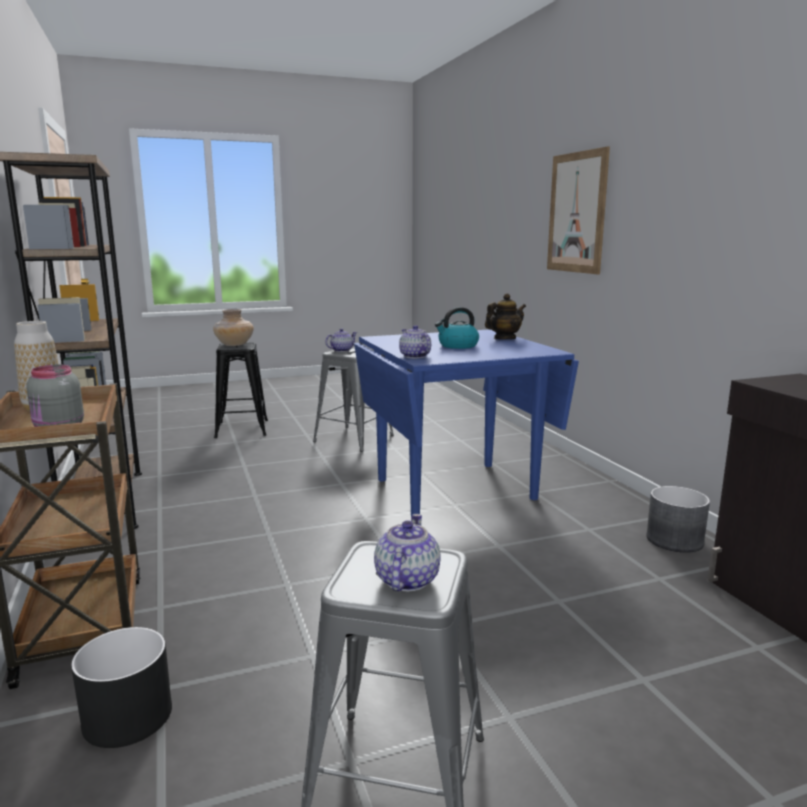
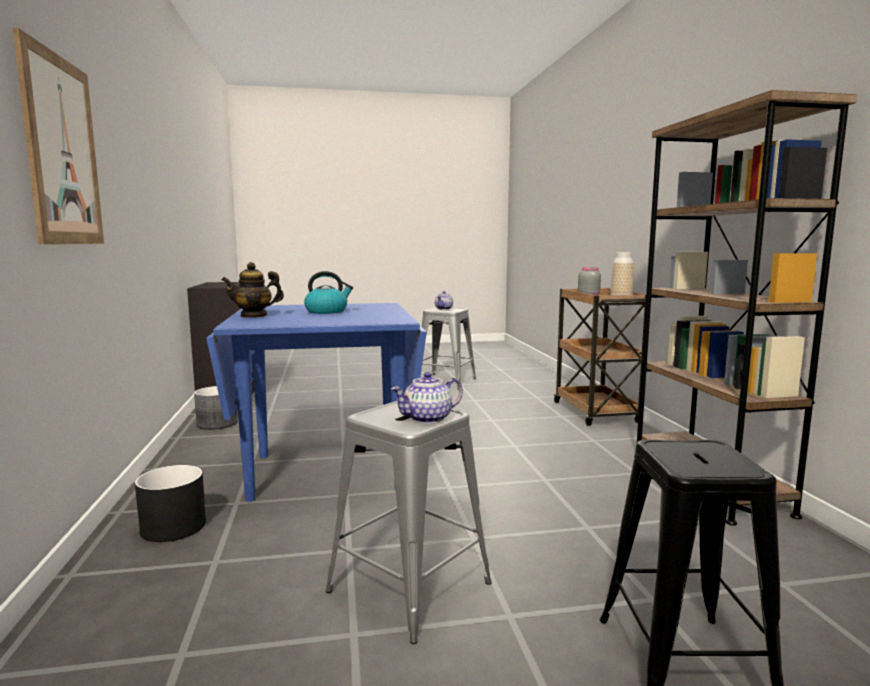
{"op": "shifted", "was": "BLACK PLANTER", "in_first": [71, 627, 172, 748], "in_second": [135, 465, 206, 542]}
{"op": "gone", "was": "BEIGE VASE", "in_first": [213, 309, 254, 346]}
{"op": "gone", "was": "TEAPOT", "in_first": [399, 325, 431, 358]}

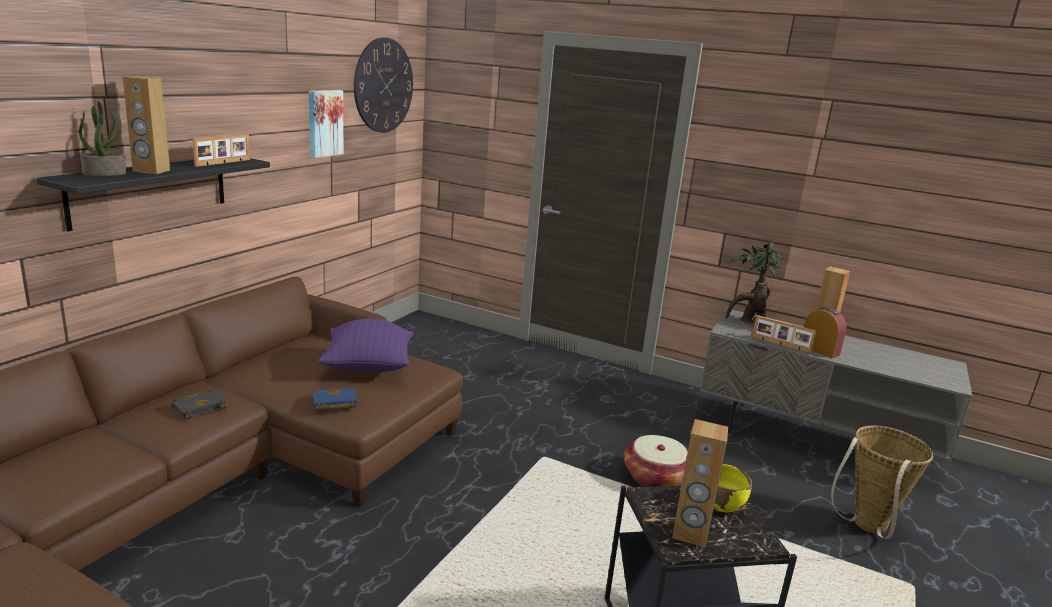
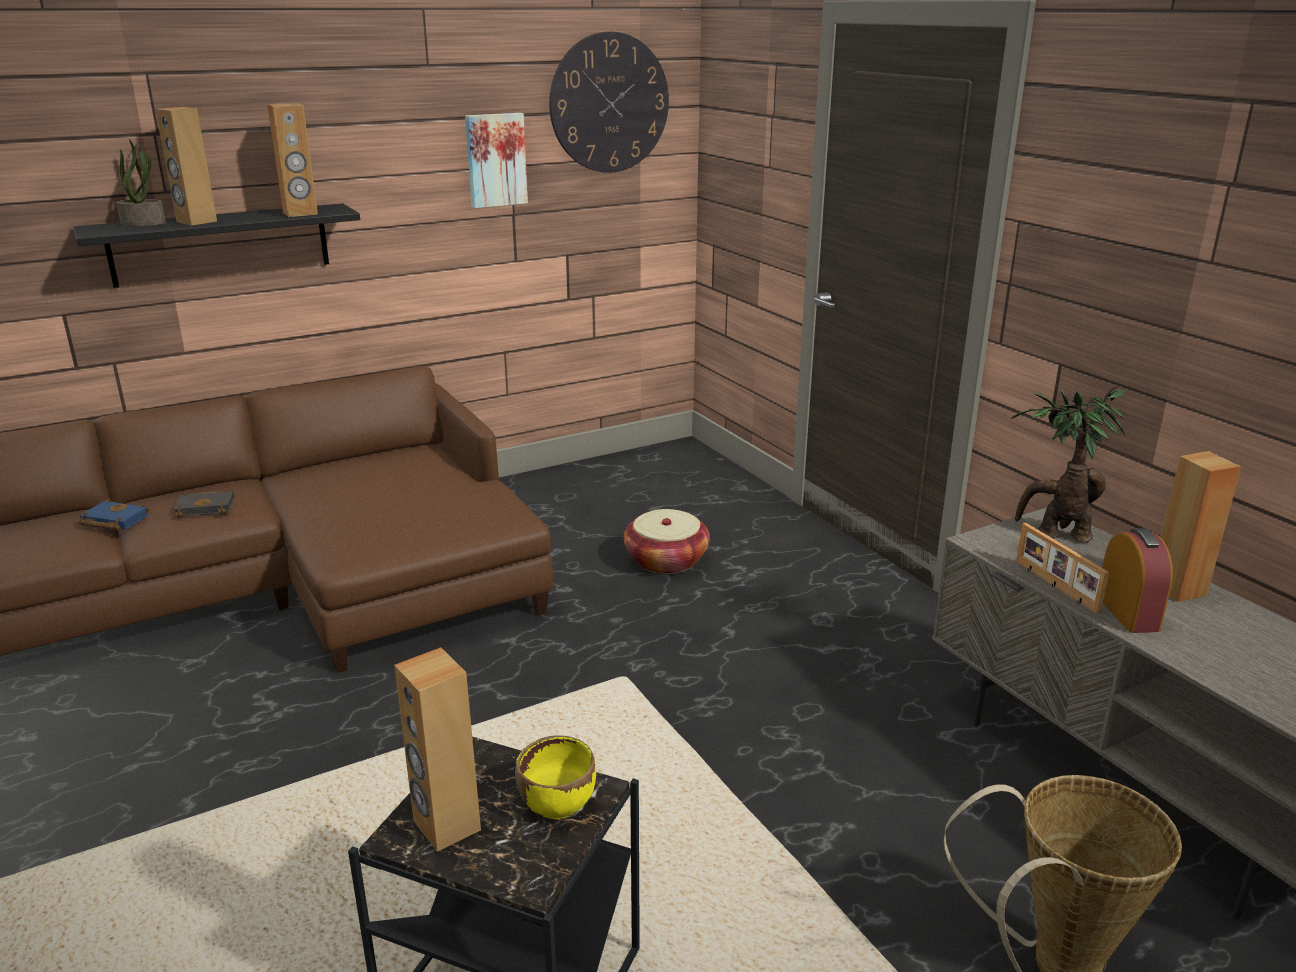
{"op": "swapped", "was": "PICTURE FRAME", "now": "BROWN SPEAKER", "in_first": [193, 134, 250, 167], "in_second": [267, 103, 318, 217]}
{"op": "shifted", "was": "BLUE BOOK", "in_first": [313, 387, 357, 411], "in_second": [77, 499, 150, 531]}
{"op": "gone", "was": "PURPLE PILLOW", "in_first": [318, 318, 414, 372]}
{"op": "shifted", "was": "BASKET", "in_first": [624, 435, 688, 487], "in_second": [624, 509, 710, 574]}

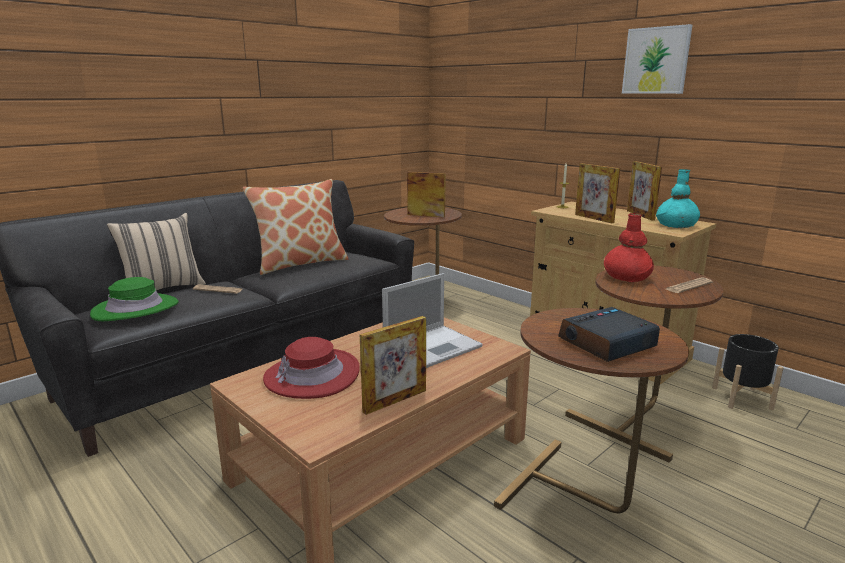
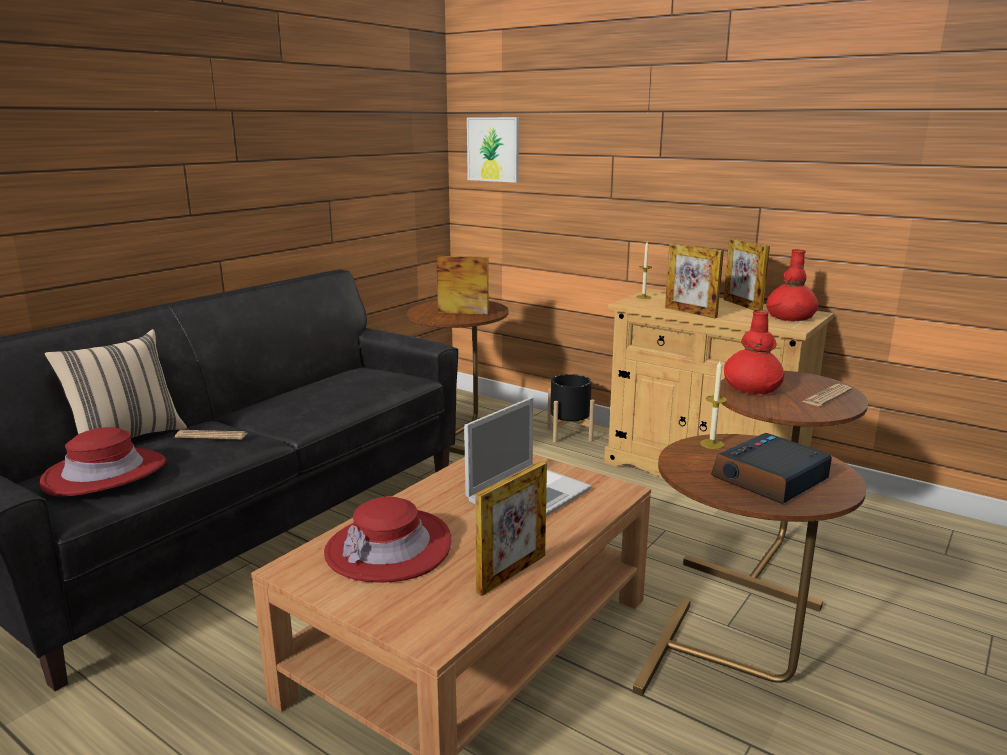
{"op": "repainted", "was": "GREEN HAT", "now": "RED HAT", "in_first": [90, 277, 179, 321], "in_second": [40, 427, 166, 497]}
{"op": "gone", "was": "PILLOW", "in_first": [243, 179, 349, 275]}
{"op": "shifted", "was": "PICTURE", "in_first": [622, 24, 692, 94], "in_second": [467, 117, 519, 183]}
{"op": "repainted", "was": "TURQUOISE VASE", "now": "RED VASE", "in_first": [656, 169, 700, 228], "in_second": [766, 249, 818, 322]}
{"op": "shifted", "was": "BLACK PLANTER", "in_first": [712, 334, 783, 410], "in_second": [547, 374, 595, 443]}
{"op": "new", "now": "CANDLE", "in_second": [700, 361, 727, 449]}

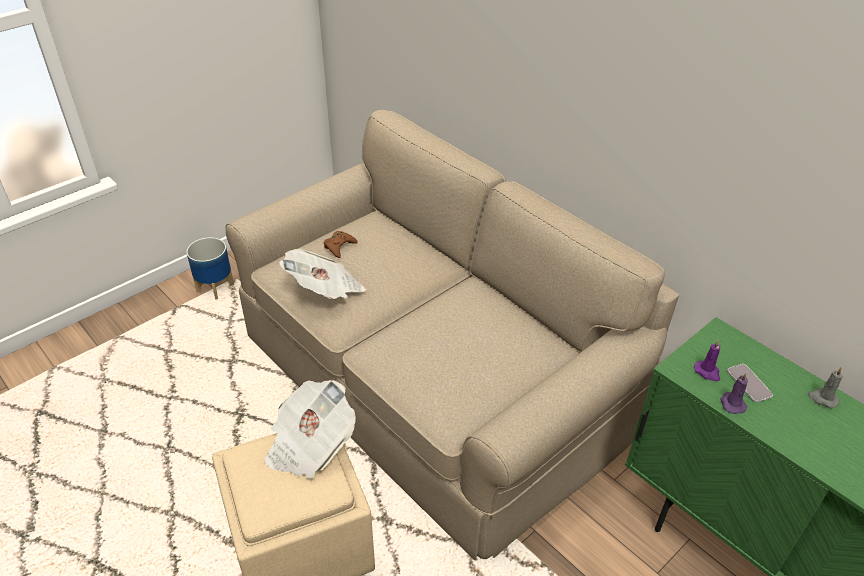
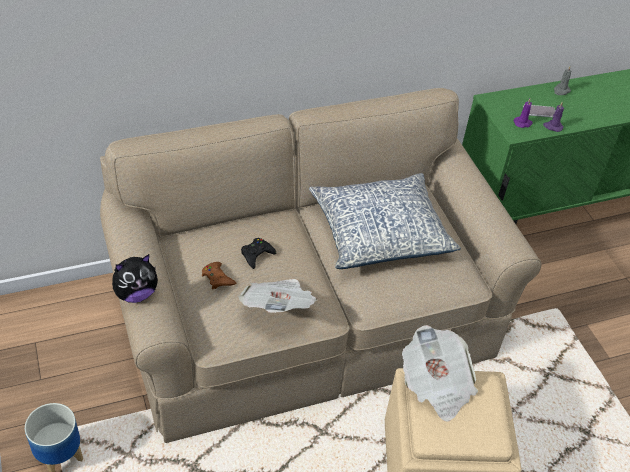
{"op": "new", "now": "PLUSH TOY", "in_second": [112, 254, 158, 303]}
{"op": "new", "now": "BLACK GAME CONTROLLER", "in_second": [241, 238, 276, 269]}
{"op": "new", "now": "PILLOW", "in_second": [309, 173, 461, 269]}

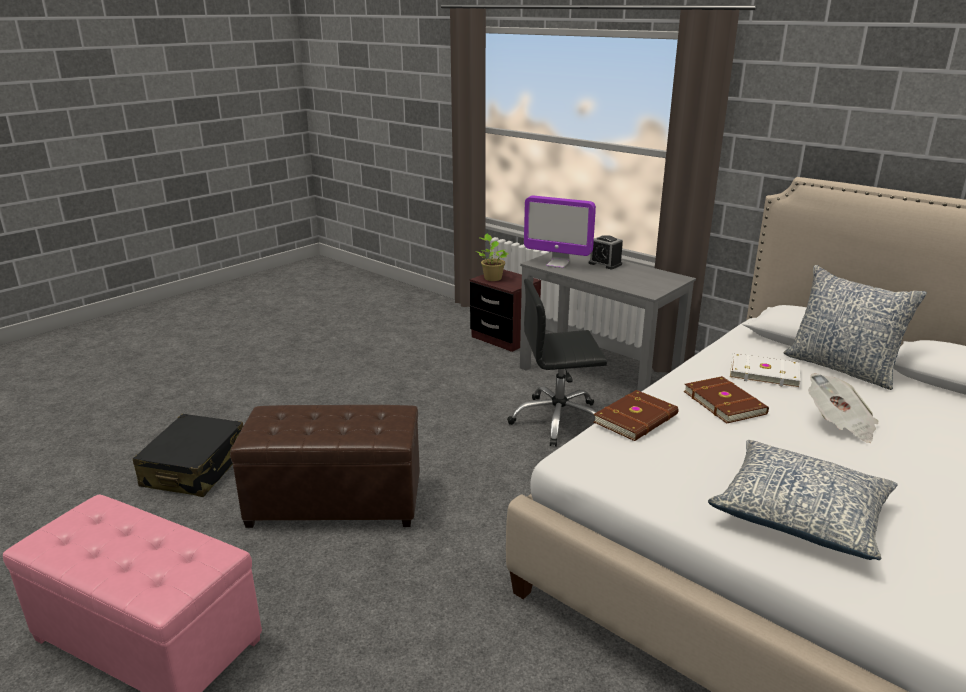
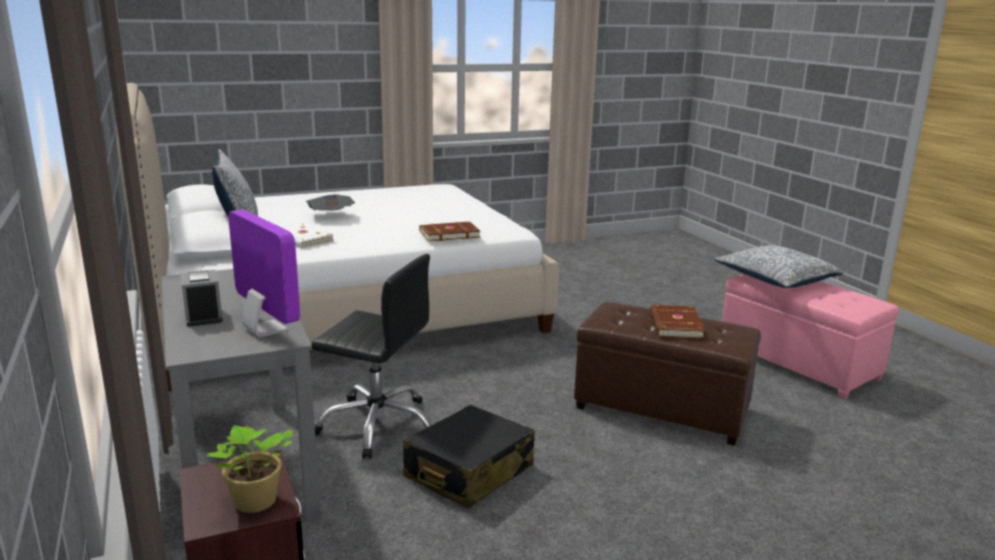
{"op": "shifted", "was": "BLACK SUITCASE", "in_first": [133, 414, 243, 497], "in_second": [403, 405, 535, 509]}
{"op": "shifted", "was": "BROWN BOOK", "in_first": [683, 376, 769, 424], "in_second": [650, 305, 705, 338]}
{"op": "shifted", "was": "PILLOW", "in_first": [708, 440, 898, 560], "in_second": [714, 245, 843, 288]}

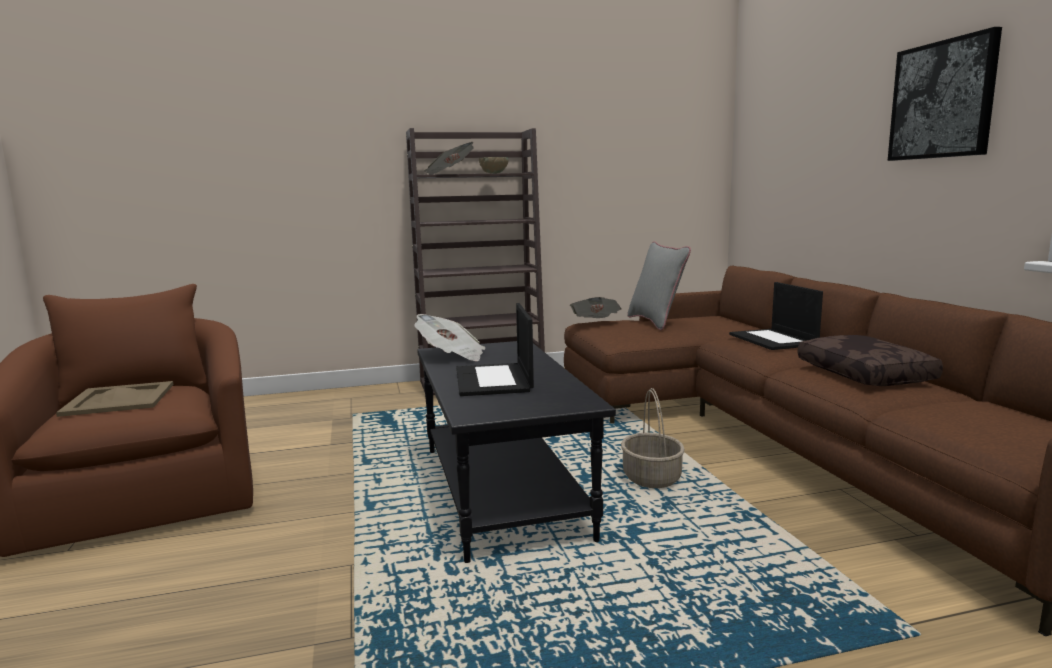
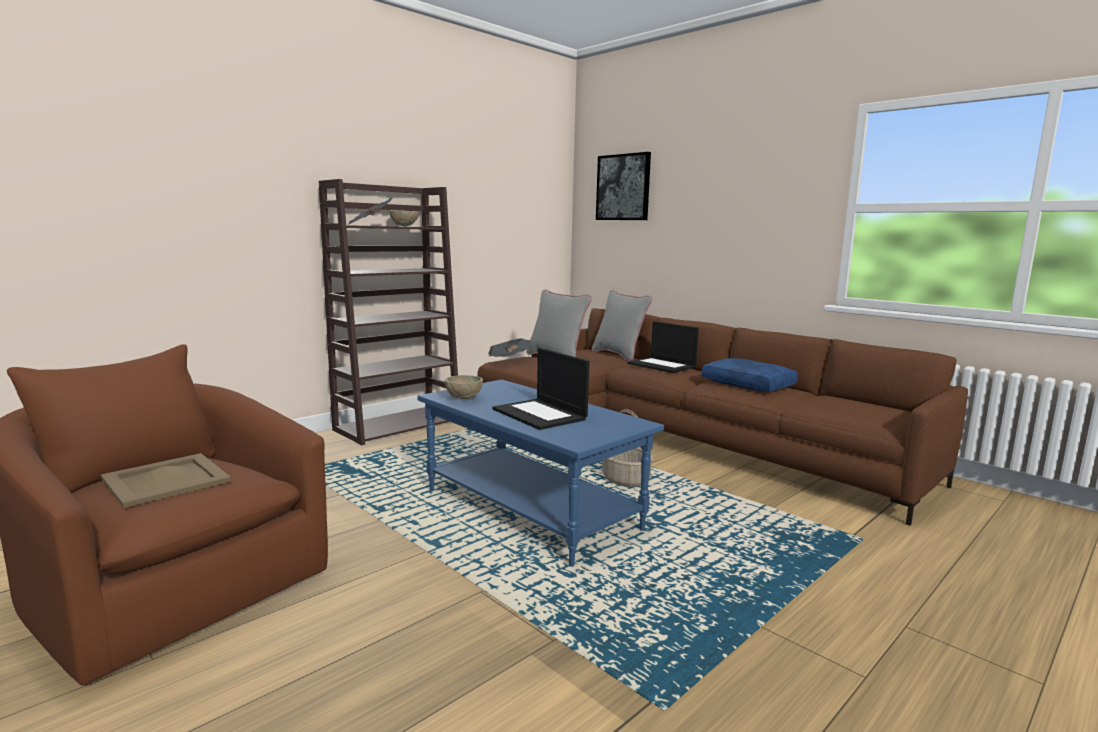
{"op": "swapped", "was": "NEWSPAPER", "now": "BEIGE BOWL", "in_first": [414, 314, 485, 361], "in_second": [445, 375, 483, 399]}
{"op": "repainted", "was": "BLACK COFFEE TABLE", "now": "BLUE COFFEE TABLE", "in_first": [417, 341, 616, 563], "in_second": [417, 379, 664, 567]}
{"op": "repainted", "was": "BROWN PILLOW", "now": "BLUE PILLOW", "in_first": [797, 335, 943, 386], "in_second": [702, 358, 798, 392]}
{"op": "shifted", "was": "PICTURE", "in_first": [888, 27, 1002, 161], "in_second": [596, 152, 651, 220]}
{"op": "new", "now": "GREY PILLOW", "in_second": [592, 290, 652, 361]}

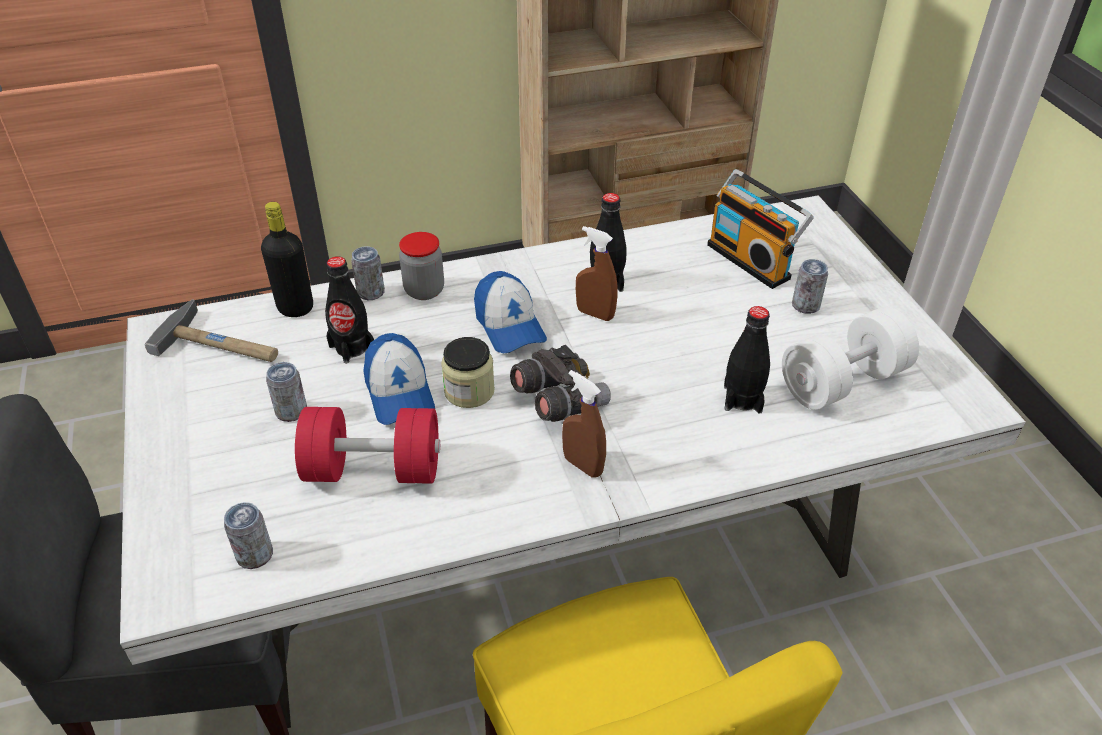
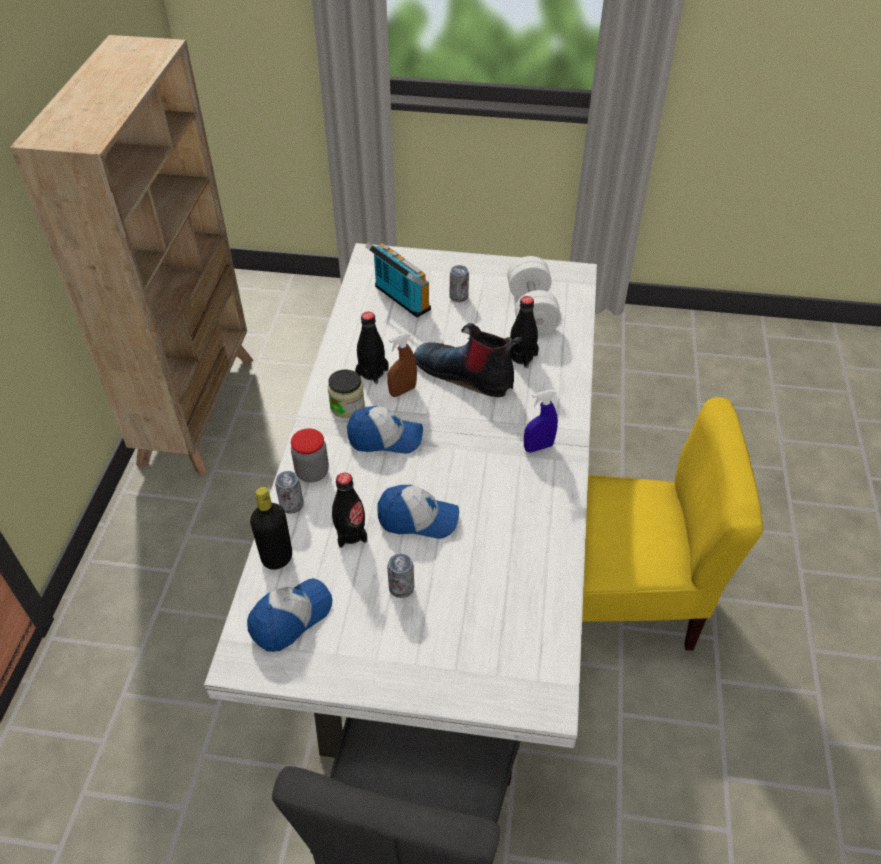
{"op": "swapped", "was": "HAMMER", "now": "CAP", "in_first": [144, 299, 278, 362], "in_second": [247, 578, 332, 652]}
{"op": "gone", "was": "CAN", "in_first": [224, 502, 273, 569]}
{"op": "gone", "was": "RED DUMBBELL", "in_first": [295, 407, 440, 484]}
{"op": "shifted", "was": "JAR", "in_first": [441, 337, 495, 408], "in_second": [328, 369, 365, 418]}
{"op": "gone", "was": "GREY BINOCULARS", "in_first": [510, 345, 611, 422]}
{"op": "repainted", "was": "BROWN SPRAY BOTTLE", "now": "BLUE SPRAY BOTTLE", "in_first": [562, 370, 606, 478], "in_second": [524, 389, 558, 453]}
{"op": "rotated", "was": "RADIO", "in_first": [707, 169, 814, 289], "in_second": [365, 243, 431, 318], "clockwise": -120}
{"op": "new", "now": "BOOT", "in_second": [414, 323, 522, 397]}

